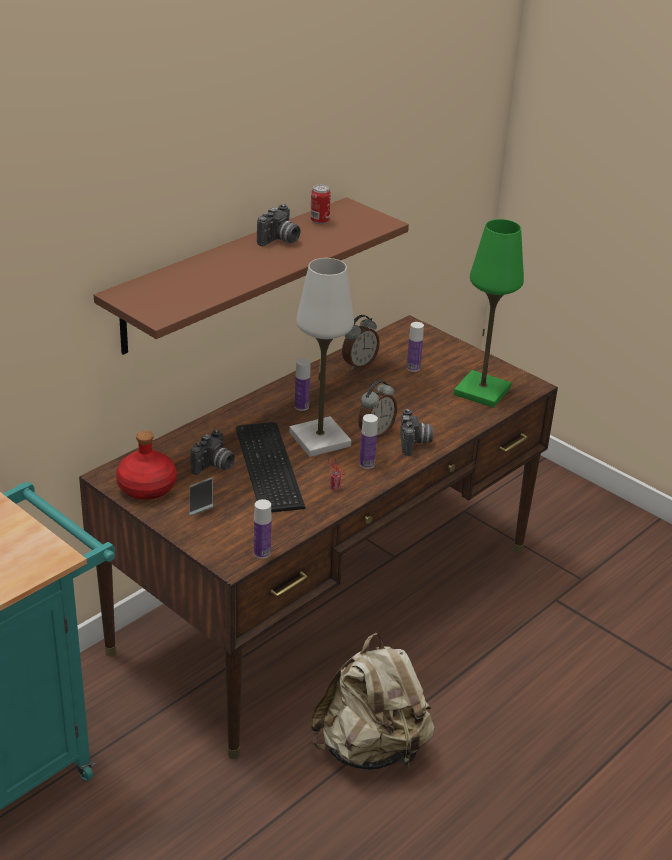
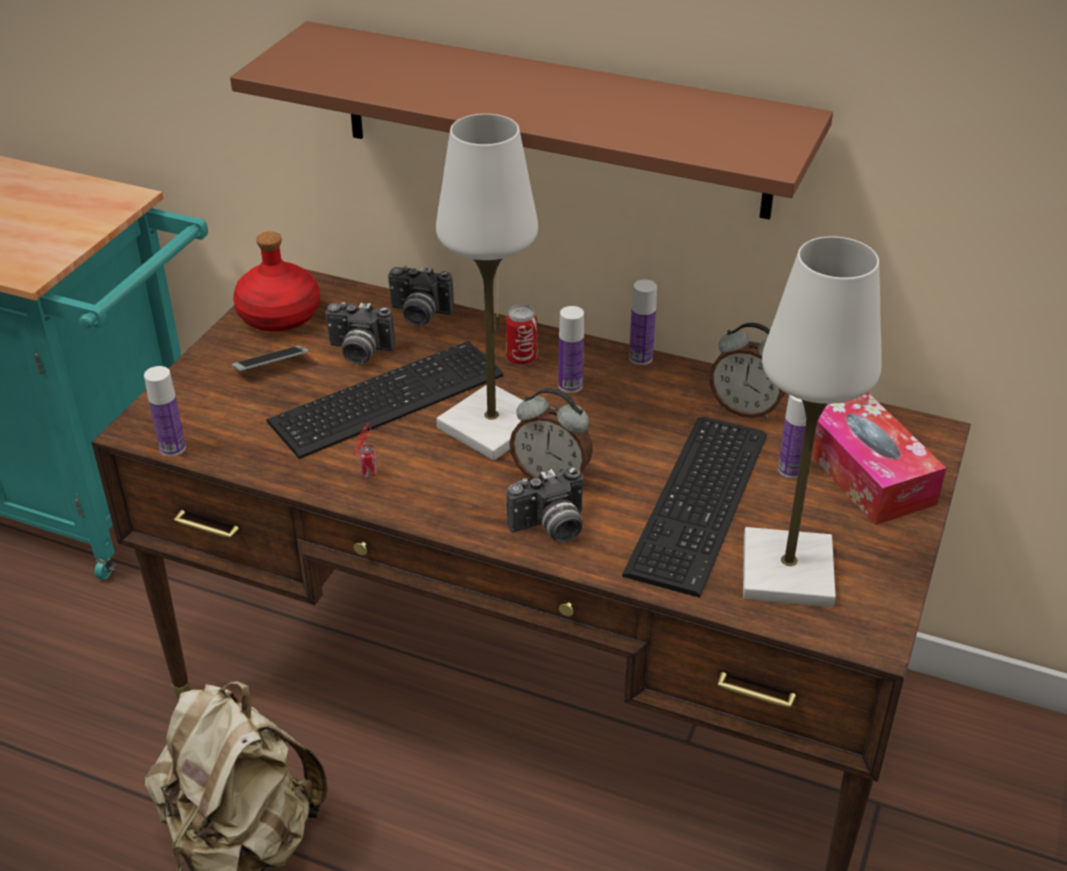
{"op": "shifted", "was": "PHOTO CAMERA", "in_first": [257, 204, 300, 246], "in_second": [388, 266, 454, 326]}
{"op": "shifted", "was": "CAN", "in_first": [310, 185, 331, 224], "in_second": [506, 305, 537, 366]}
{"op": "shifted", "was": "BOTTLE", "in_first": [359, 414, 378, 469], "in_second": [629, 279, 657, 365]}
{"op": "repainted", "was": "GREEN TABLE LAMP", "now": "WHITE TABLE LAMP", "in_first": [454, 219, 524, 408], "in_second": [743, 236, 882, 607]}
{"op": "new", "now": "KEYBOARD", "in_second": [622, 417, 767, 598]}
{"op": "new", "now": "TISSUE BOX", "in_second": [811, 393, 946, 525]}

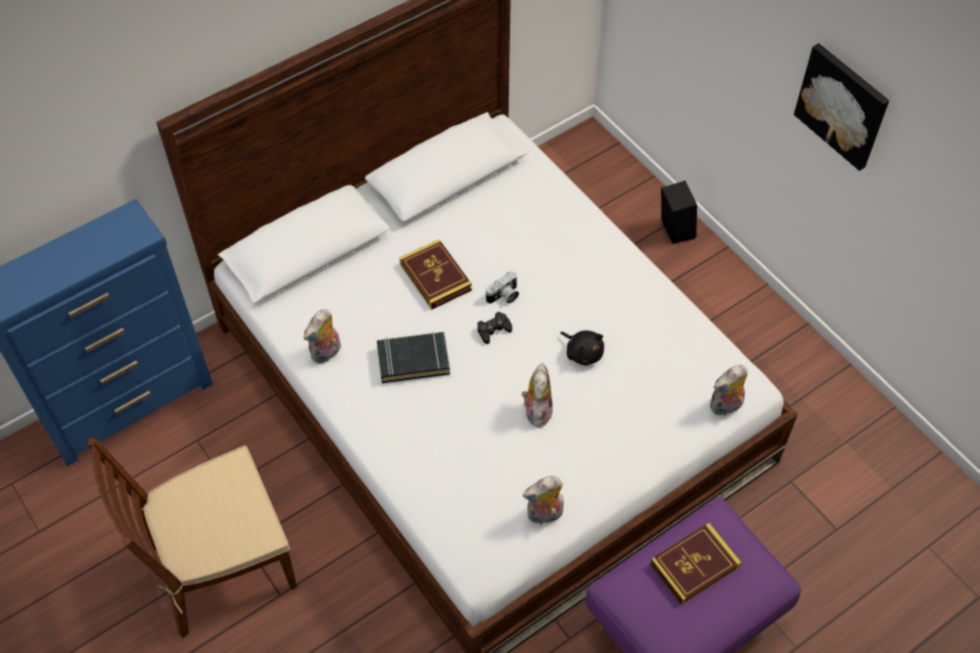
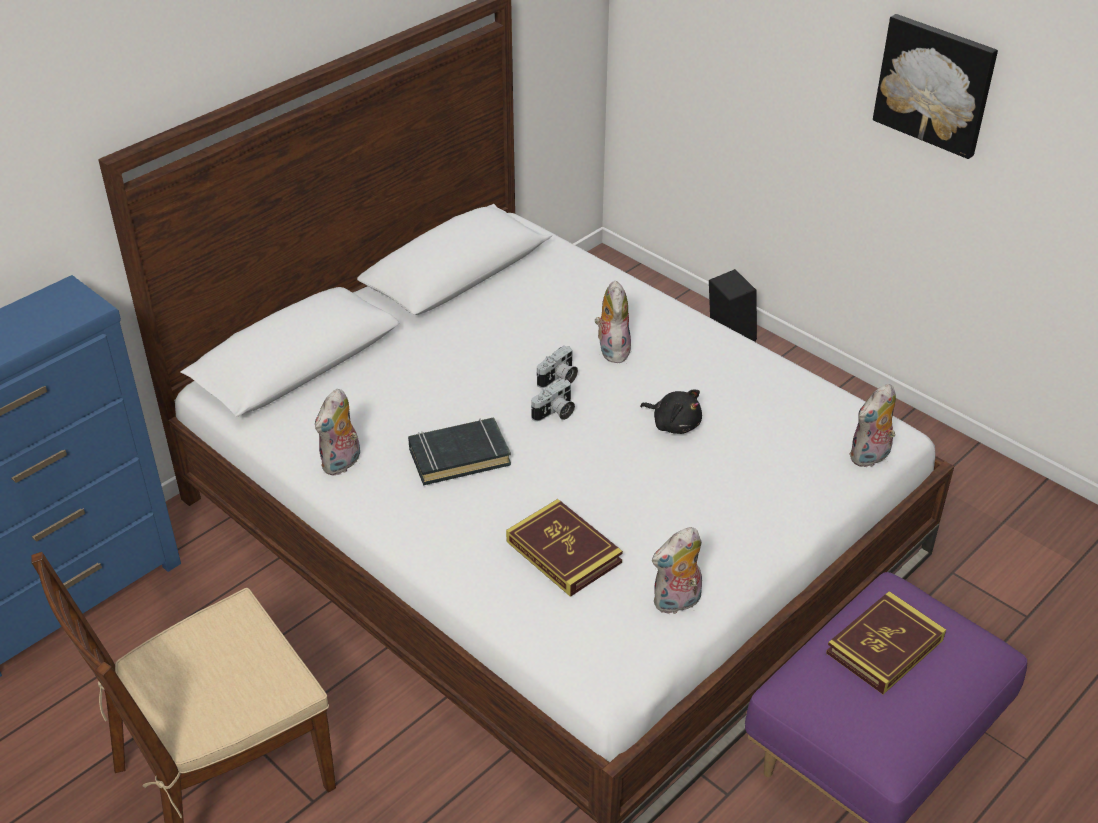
{"op": "shifted", "was": "BOOK", "in_first": [399, 240, 472, 310], "in_second": [506, 499, 623, 597]}
{"op": "swapped", "was": "BLACK GAME CONTROLLER", "now": "PHOTO CAMERA", "in_first": [477, 312, 512, 344], "in_second": [531, 379, 575, 422]}
{"op": "shifted", "was": "PLUSH TOY", "in_first": [522, 363, 553, 428], "in_second": [595, 280, 631, 363]}

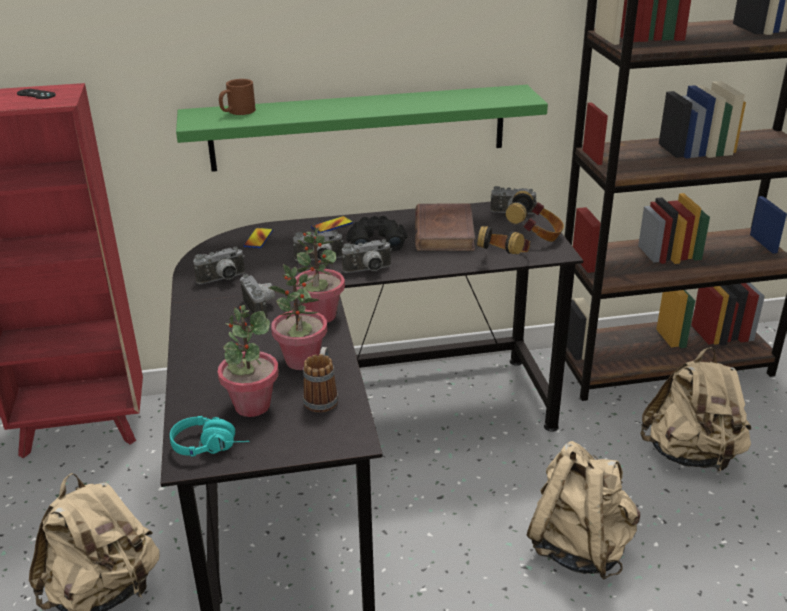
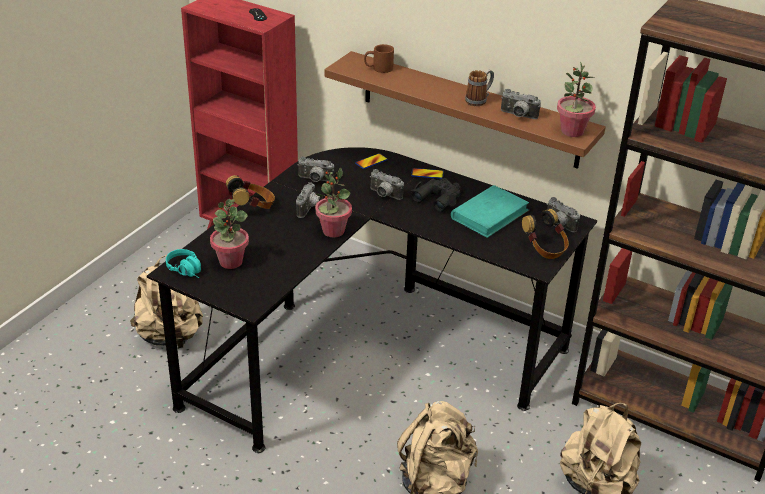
{"op": "repainted", "was": "GREEN SHELF", "now": "BROWN SHELF", "in_first": [176, 85, 548, 172], "in_second": [324, 51, 606, 169]}
{"op": "shifted", "was": "POTTED PLANT", "in_first": [269, 264, 327, 370], "in_second": [557, 62, 596, 137]}
{"op": "shifted", "was": "MUG", "in_first": [303, 347, 338, 413], "in_second": [465, 70, 494, 106]}
{"op": "shifted", "was": "PHOTO CAMERA", "in_first": [342, 239, 392, 273], "in_second": [501, 89, 541, 119]}
{"op": "repainted", "was": "BROWN BOOK", "now": "TURQUOISE BOOK", "in_first": [415, 203, 475, 251], "in_second": [451, 185, 529, 238]}
{"op": "shifted", "was": "HEADPHONES", "in_first": [477, 226, 531, 255], "in_second": [226, 175, 275, 209]}

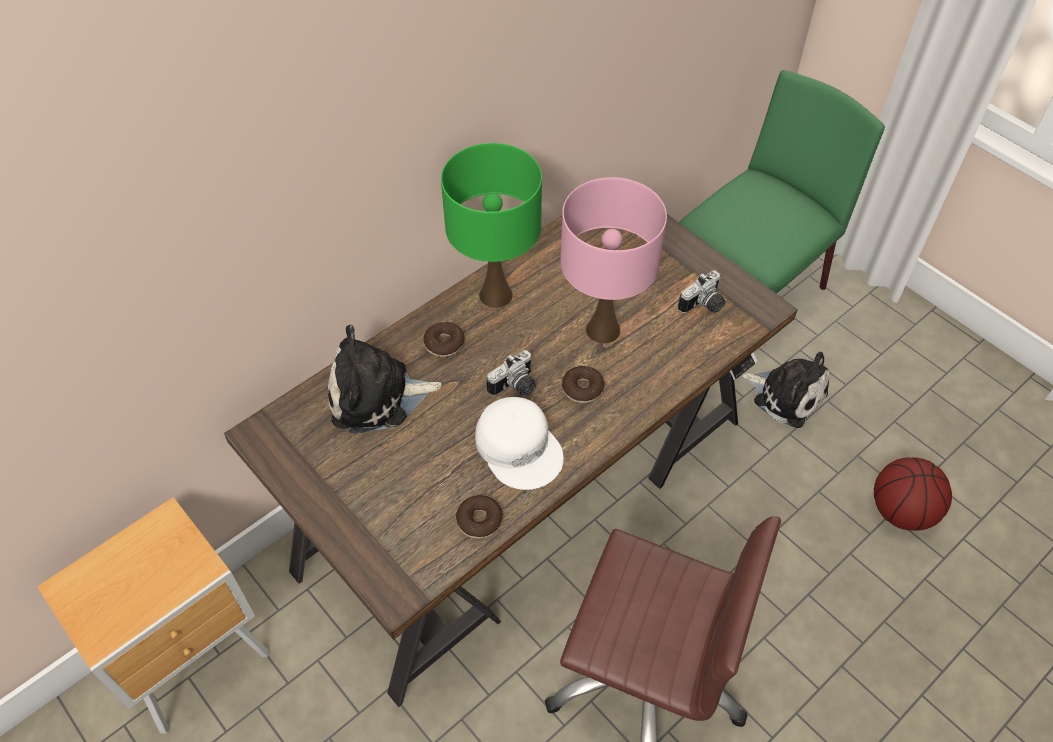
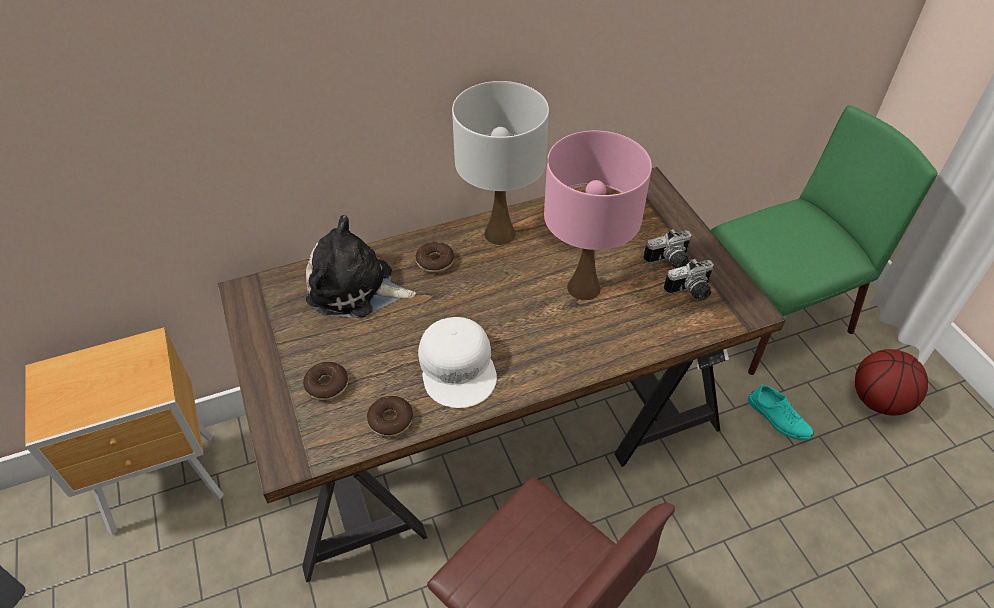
{"op": "repainted", "was": "GREEN TABLE LAMP", "now": "WHITE TABLE LAMP", "in_first": [441, 143, 542, 308], "in_second": [452, 81, 549, 245]}
{"op": "shifted", "was": "PHOTO CAMERA", "in_first": [486, 350, 536, 396], "in_second": [643, 229, 691, 268]}
{"op": "shifted", "was": "DONUT", "in_first": [562, 366, 605, 403], "in_second": [303, 362, 348, 401]}
{"op": "swapped", "was": "PLUSH TOY", "now": "TURQUOISE SHOE", "in_first": [741, 351, 830, 428], "in_second": [748, 384, 814, 440]}
{"op": "shifted", "was": "BASKETBALL", "in_first": [874, 458, 952, 531], "in_second": [855, 349, 928, 416]}

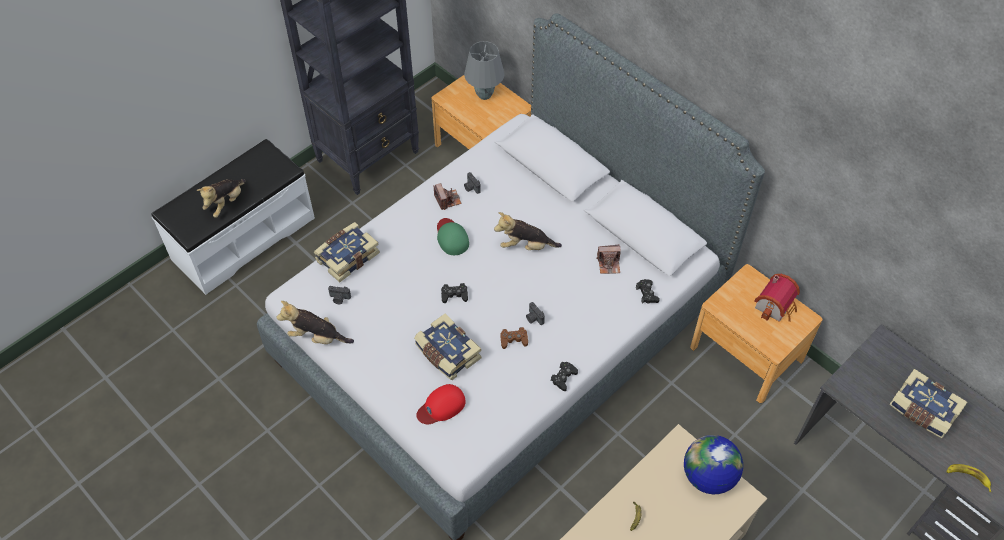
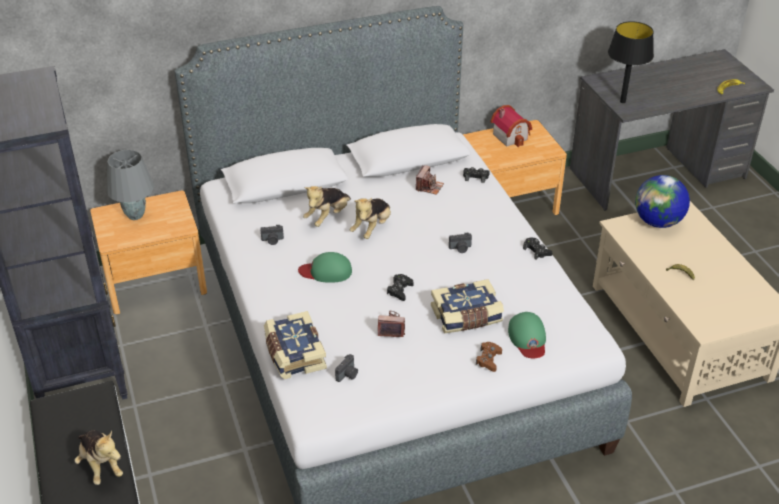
{"op": "shifted", "was": "PLUSH TOY", "in_first": [277, 301, 354, 344], "in_second": [303, 186, 351, 227]}
{"op": "repainted", "was": "RED CAP", "now": "GREEN CAP", "in_first": [416, 384, 466, 425], "in_second": [508, 312, 546, 358]}
{"op": "shifted", "was": "PHOTO CAMERA", "in_first": [434, 183, 461, 210], "in_second": [378, 311, 405, 337]}
{"op": "shifted", "was": "BROWN GAME CONTROLLER", "in_first": [500, 327, 528, 349], "in_second": [476, 342, 502, 372]}
{"op": "gone", "was": "BOOK", "in_first": [889, 369, 967, 439]}
{"op": "new", "now": "BLACK TABLE LAMP", "in_second": [608, 21, 654, 103]}

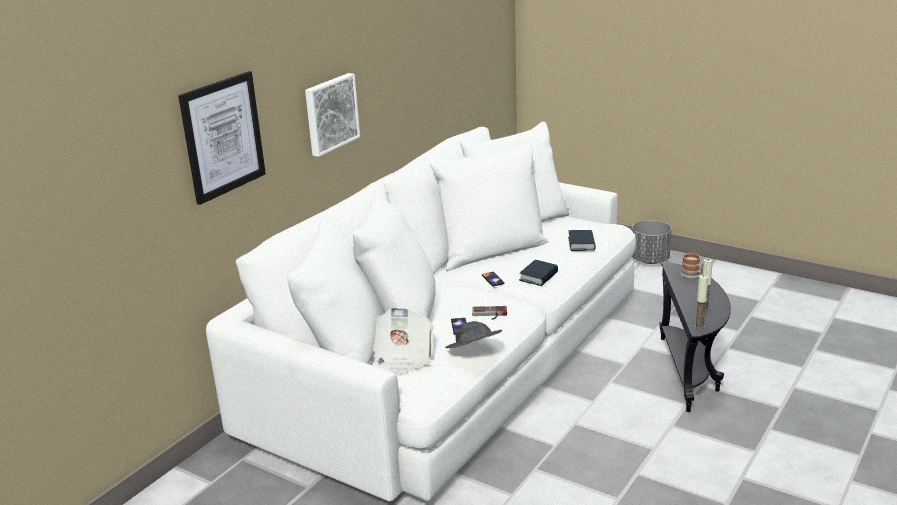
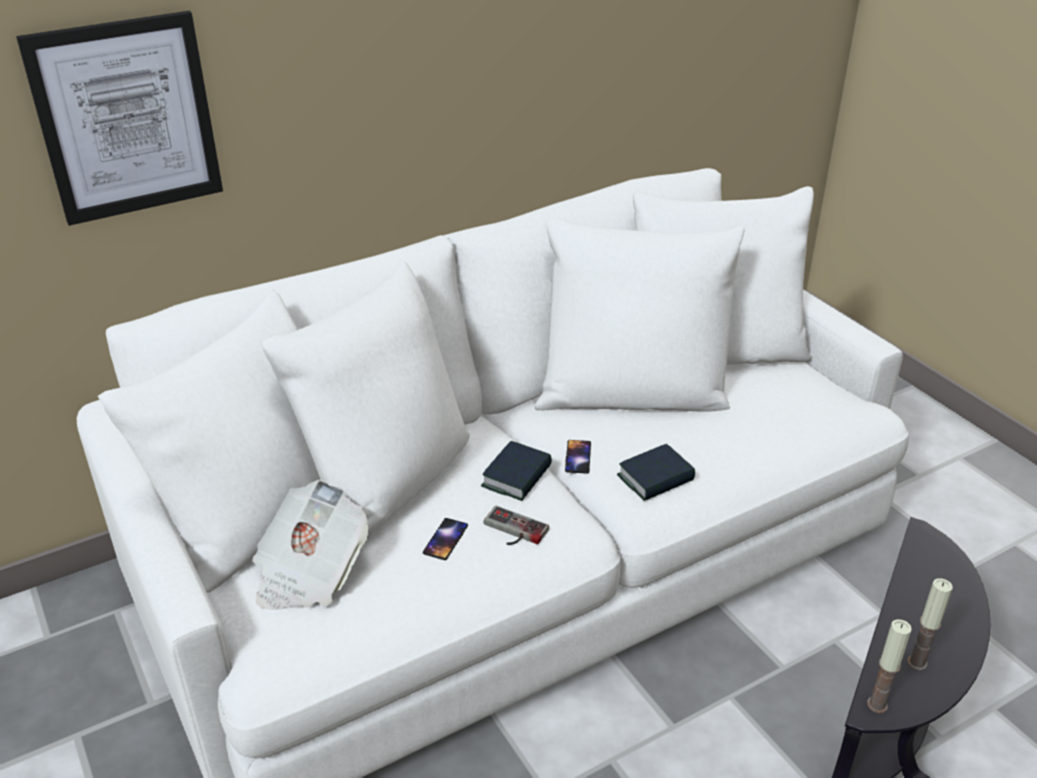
{"op": "gone", "was": "PICTURE", "in_first": [305, 73, 360, 157]}
{"op": "gone", "was": "GREY HAT", "in_first": [445, 321, 502, 348]}
{"op": "shifted", "was": "BOOK", "in_first": [568, 230, 596, 251], "in_second": [481, 441, 552, 501]}
{"op": "gone", "was": "GREY PLANTER", "in_first": [632, 220, 672, 264]}
{"op": "gone", "was": "MUG", "in_first": [681, 253, 703, 279]}

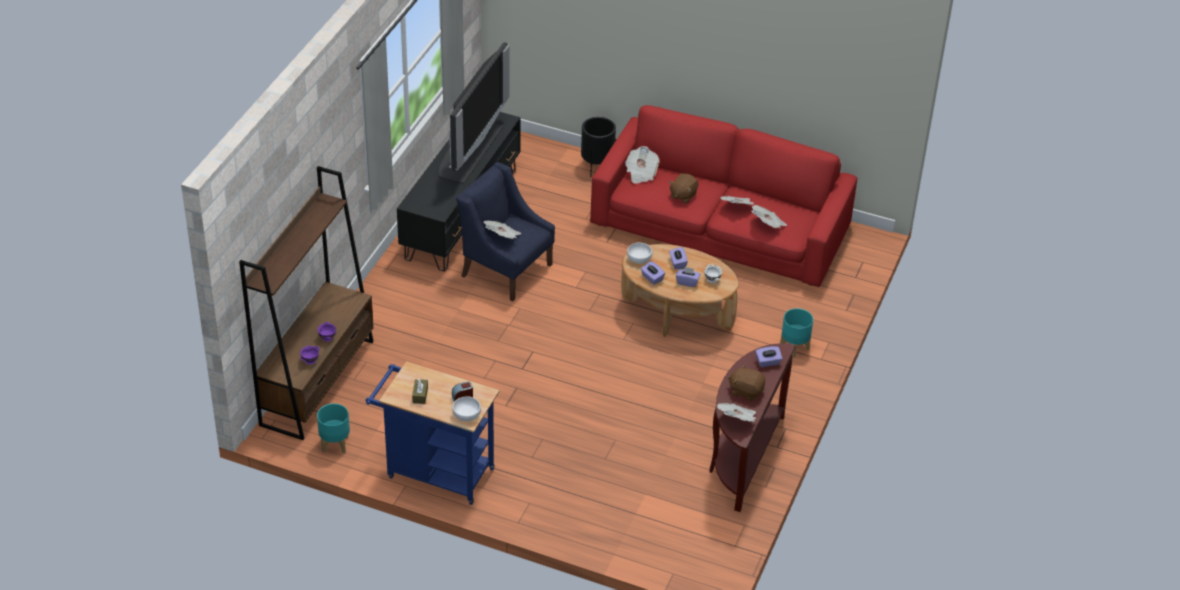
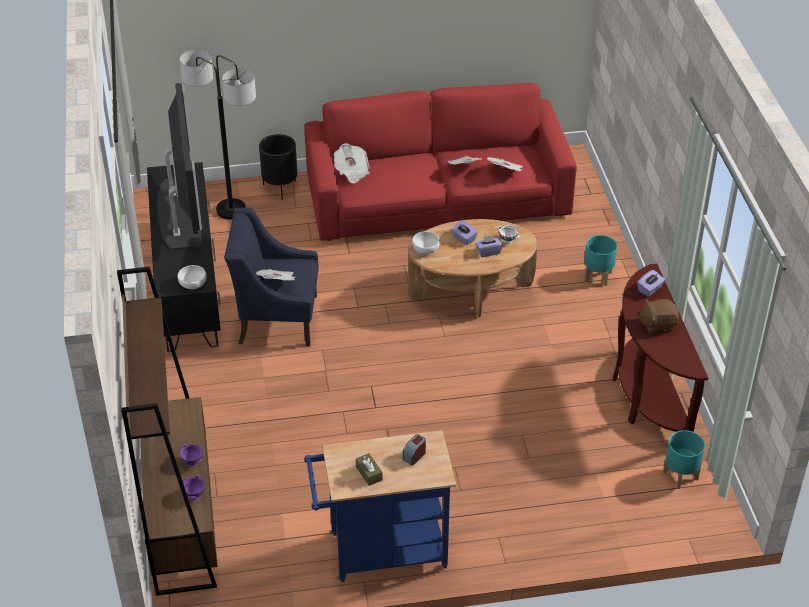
{"op": "shifted", "was": "TURQUOISE PLANTER", "in_first": [317, 403, 350, 453], "in_second": [663, 430, 705, 489]}
{"op": "shifted", "was": "WHITE BOWL", "in_first": [452, 396, 481, 422], "in_second": [178, 265, 207, 289]}
{"op": "gone", "was": "PURPLE TISSUE BOX", "in_first": [641, 261, 665, 285]}
{"op": "gone", "was": "BROWN PLUSH TOY", "in_first": [669, 173, 699, 203]}
{"op": "gone", "was": "NEWSPAPER", "in_first": [717, 403, 756, 422]}
{"op": "new", "now": "FLOOR LAMP", "in_second": [180, 49, 256, 220]}

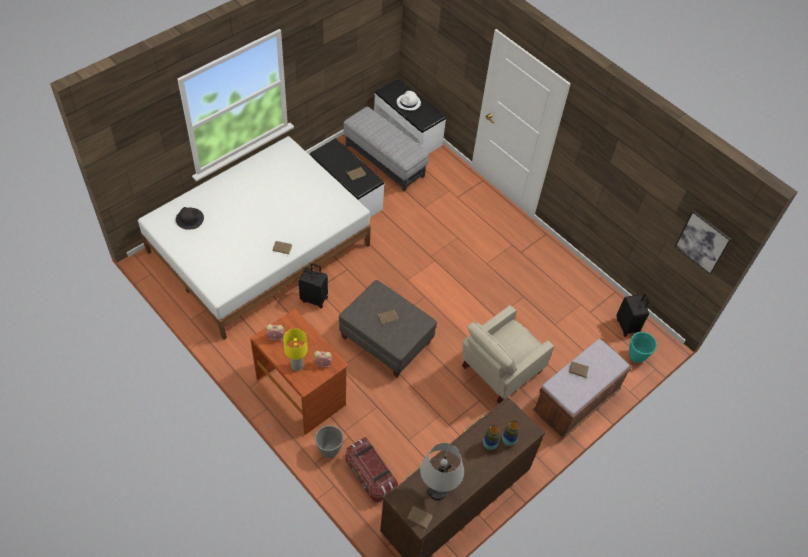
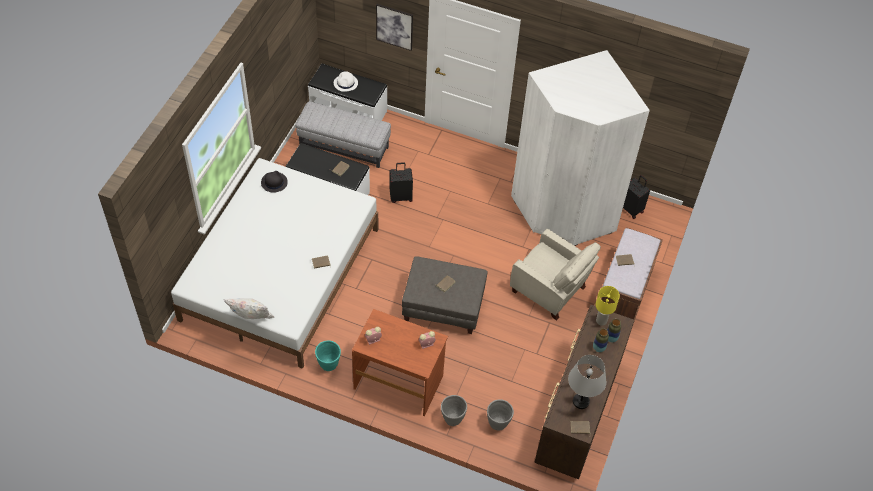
{"op": "shifted", "was": "BLACK HAT", "in_first": [176, 207, 204, 229], "in_second": [261, 171, 288, 193]}
{"op": "shifted", "was": "YELLOW TABLE LAMP", "in_first": [283, 328, 308, 371], "in_second": [596, 286, 620, 326]}
{"op": "shifted", "was": "BLACK SUITCASE", "in_first": [299, 263, 328, 308], "in_second": [390, 162, 413, 203]}
{"op": "swapped", "was": "STORAGE BOX", "now": "GREY PLANTER", "in_first": [345, 437, 398, 502], "in_second": [487, 399, 514, 430]}
{"op": "rotated", "was": "BEIGE ARMCHAIR", "in_first": [462, 305, 554, 403], "in_second": [510, 229, 601, 321], "clockwise": -75}
{"op": "shifted", "was": "TURQUOISE PLANTER", "in_first": [629, 332, 657, 363], "in_second": [315, 340, 341, 371]}
{"op": "shifted", "was": "PICTURE", "in_first": [675, 210, 731, 275], "in_second": [376, 4, 413, 51]}
{"op": "new", "now": "WHITE PILLOW", "in_second": [224, 298, 274, 319]}
{"op": "new", "now": "WHITE WARDROBE", "in_second": [511, 50, 650, 246]}

